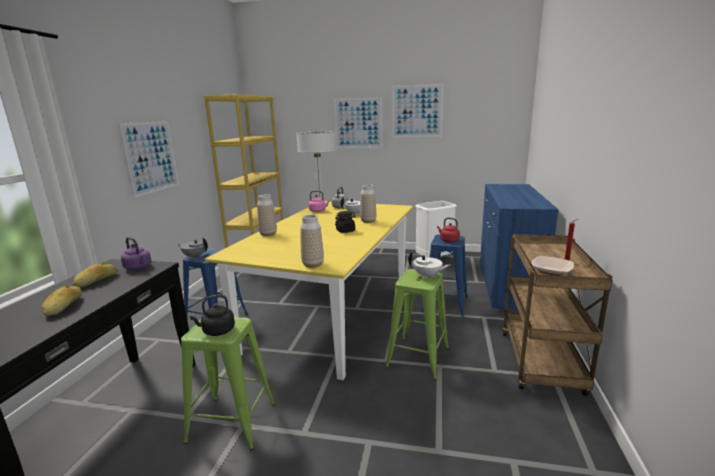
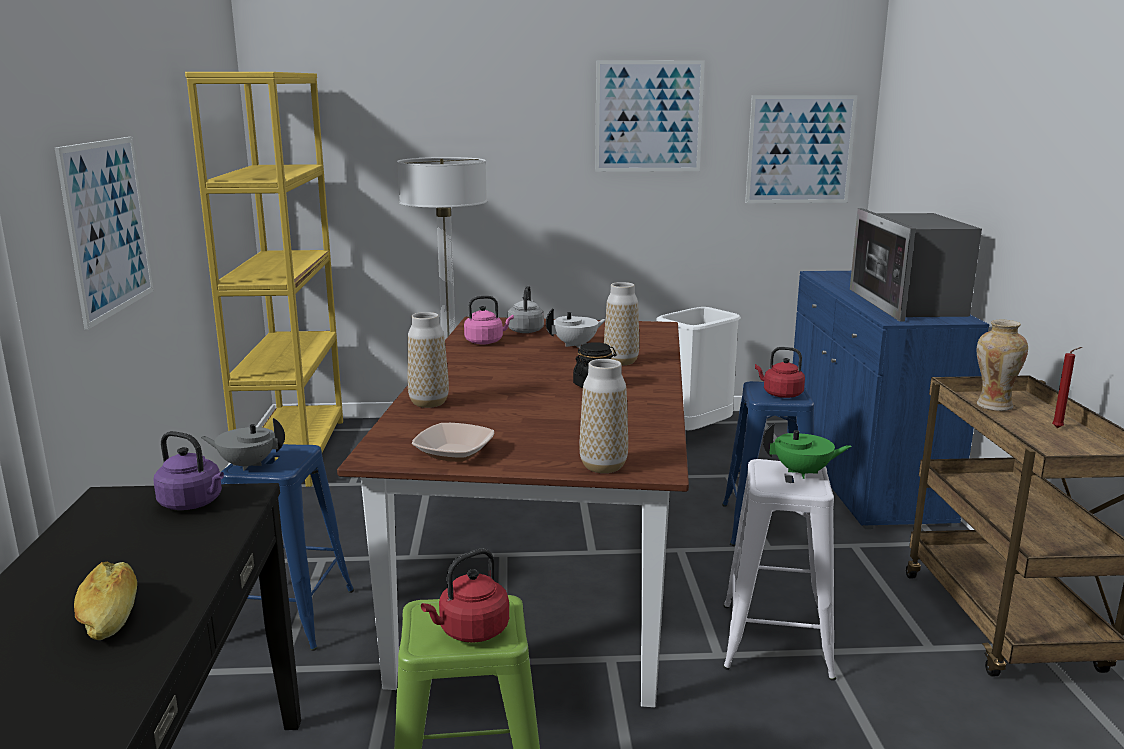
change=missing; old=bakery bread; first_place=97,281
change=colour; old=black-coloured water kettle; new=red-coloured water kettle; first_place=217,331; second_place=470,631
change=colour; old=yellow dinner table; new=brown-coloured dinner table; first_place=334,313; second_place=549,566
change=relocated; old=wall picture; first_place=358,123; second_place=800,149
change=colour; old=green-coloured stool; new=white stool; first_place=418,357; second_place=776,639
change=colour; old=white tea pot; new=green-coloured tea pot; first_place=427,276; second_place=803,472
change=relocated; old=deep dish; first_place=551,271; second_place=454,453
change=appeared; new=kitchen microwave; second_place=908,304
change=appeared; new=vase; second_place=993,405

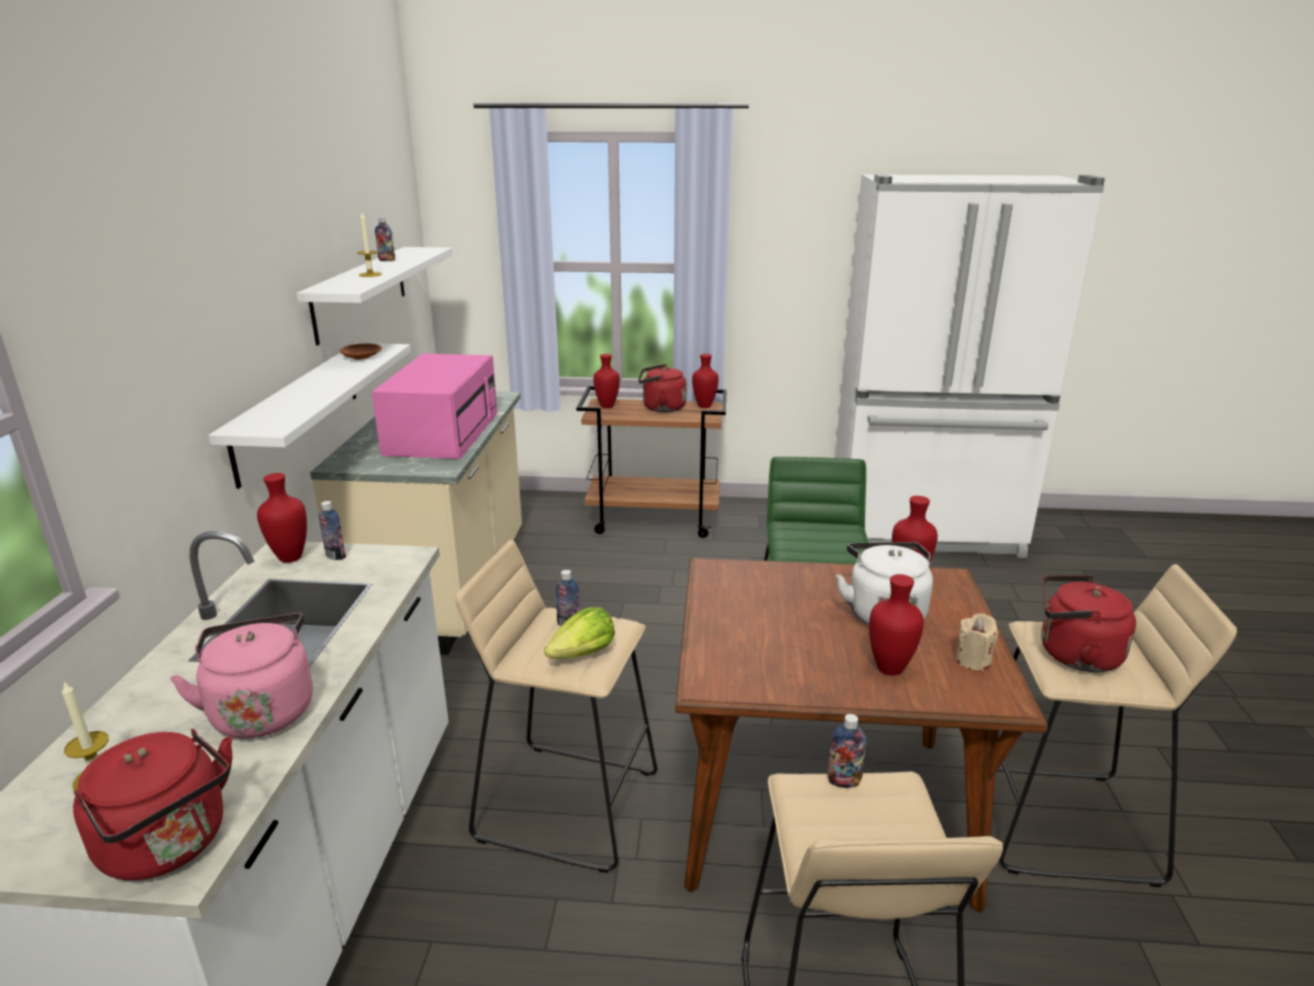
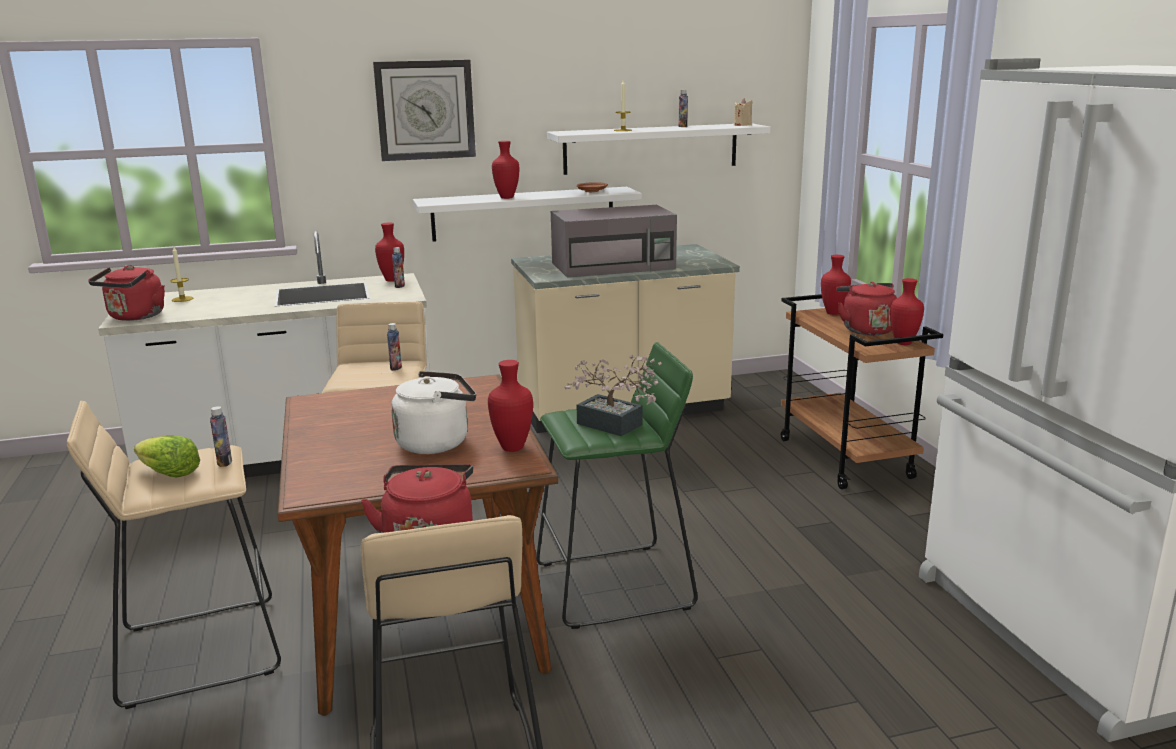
change=missing; old=pink-coloured water kettle; first_place=262,709
change=colour; old=pink-coloured kitchen microwave; new=greyish kitchen microwave; first_place=443,432; second_place=614,266
change=relocated; old=lettuce head; first_place=583,654; second_place=168,473
change=relocated; old=red-coloured vase; first_place=888,668; second_place=507,197
change=relocated; old=beige-coloured candle; first_place=973,660; second_place=742,125
change=appeared; new=hanging clock; second_place=425,110
change=appeared; new=houseplant; second_place=615,426

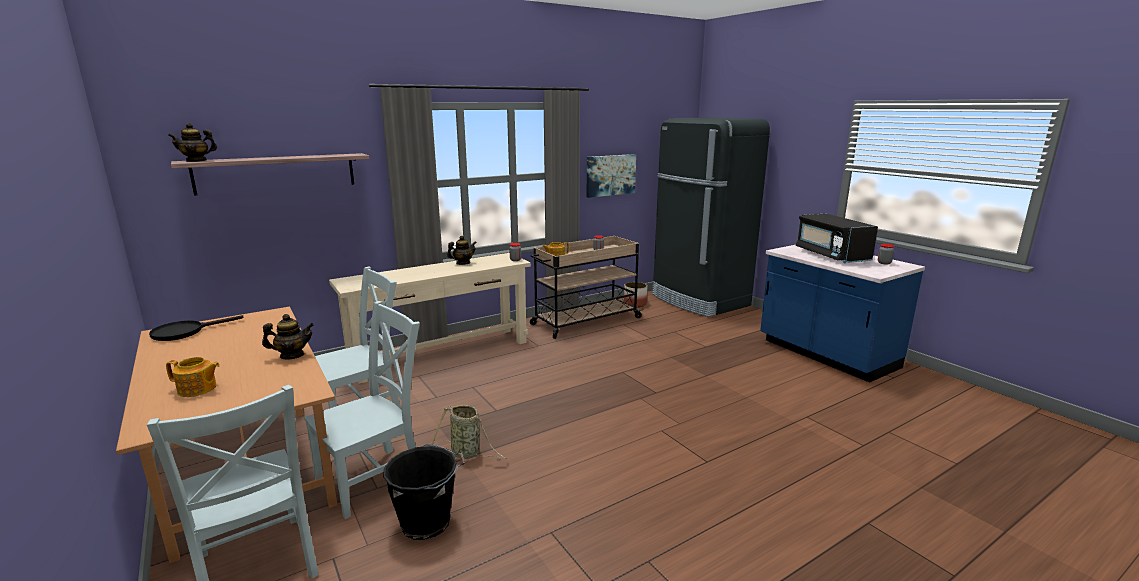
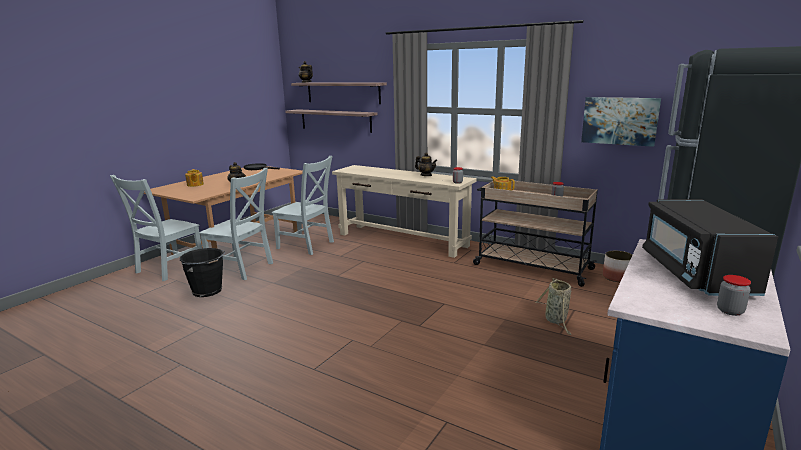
change=relocated; old=basket; first_place=467,453; second_place=556,320
change=spun; old=black-coloured kitchen microwave; first_place=830,255; second_place=694,273; degrees=-45
change=appeared; new=bracket shelf; second_place=335,120

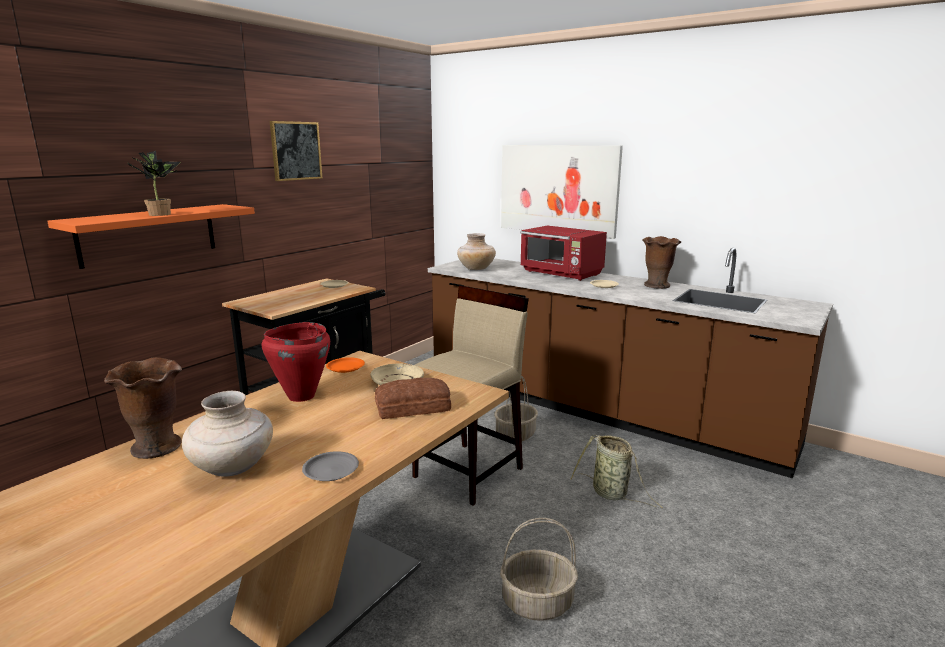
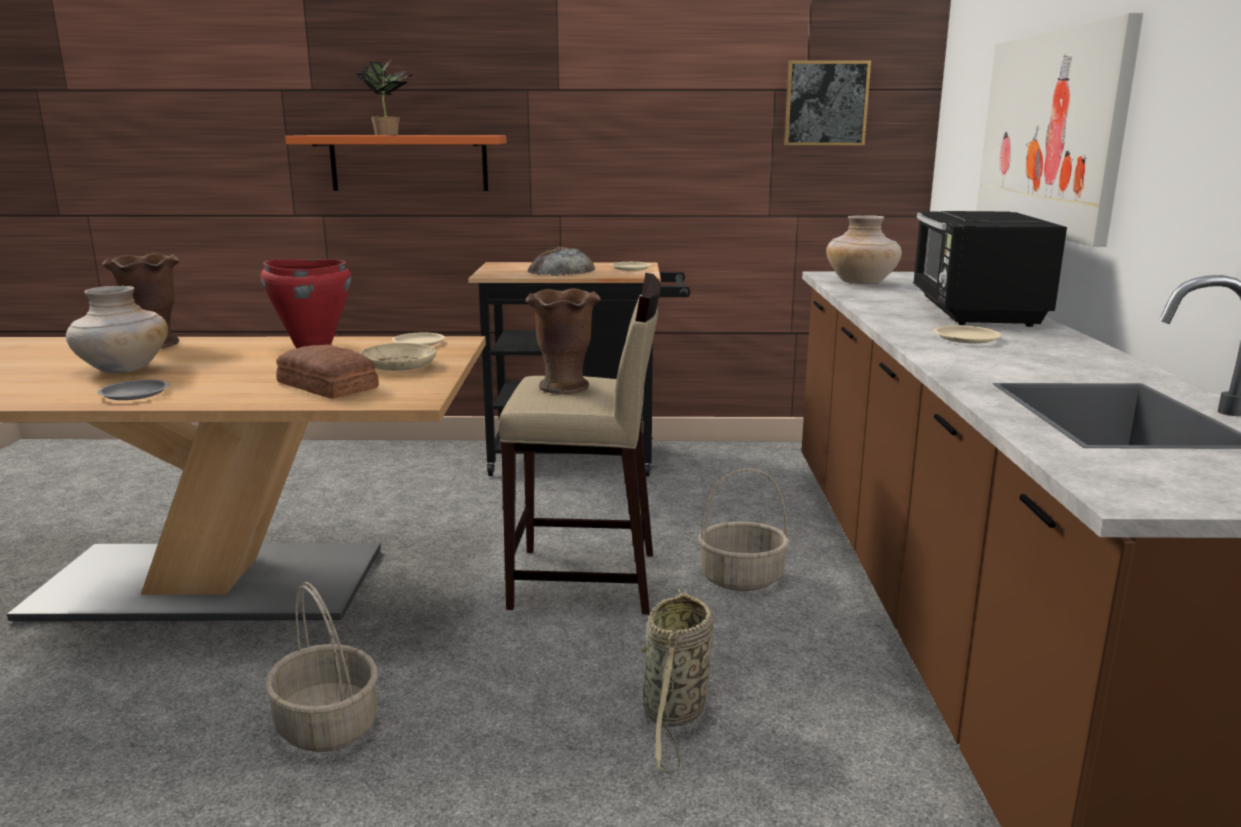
change=relocated; old=wall picture; first_place=295,151; second_place=826,103
change=colour; old=orange-coloured dinner plate; new=beige-coloured dinner plate; first_place=345,367; second_place=418,343
change=colour; old=red-coloured kitchen microwave; new=black-coloured kitchen microwave; first_place=561,273; second_place=974,312
change=relocated; old=brown-coloured vase; first_place=657,285; second_place=564,387
change=appeared; new=bakery bread; second_place=561,270

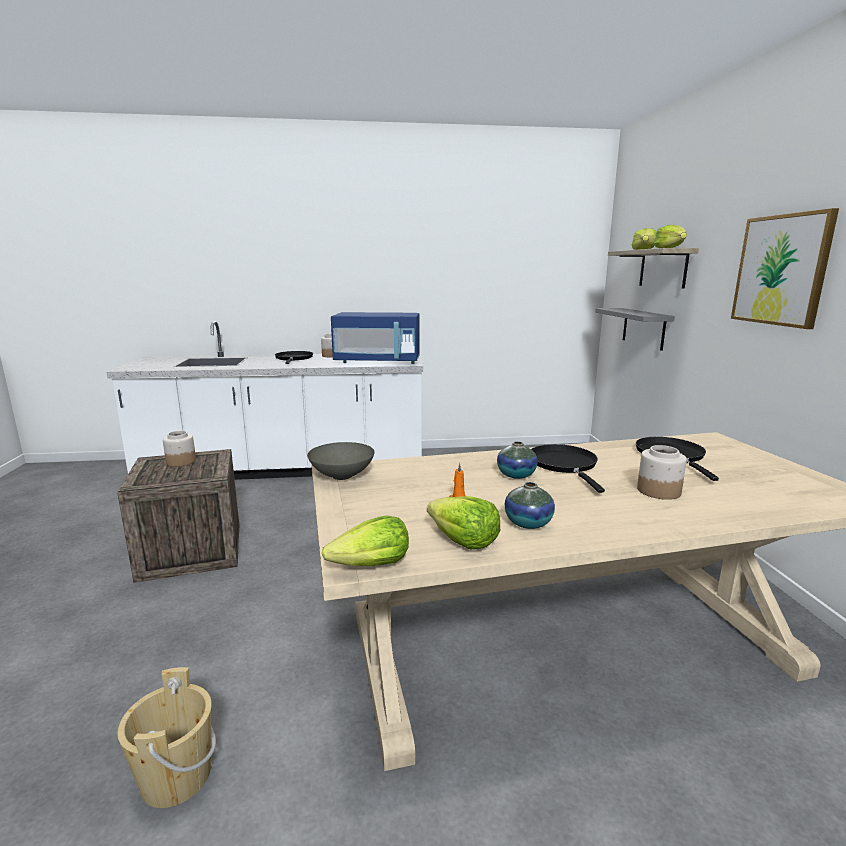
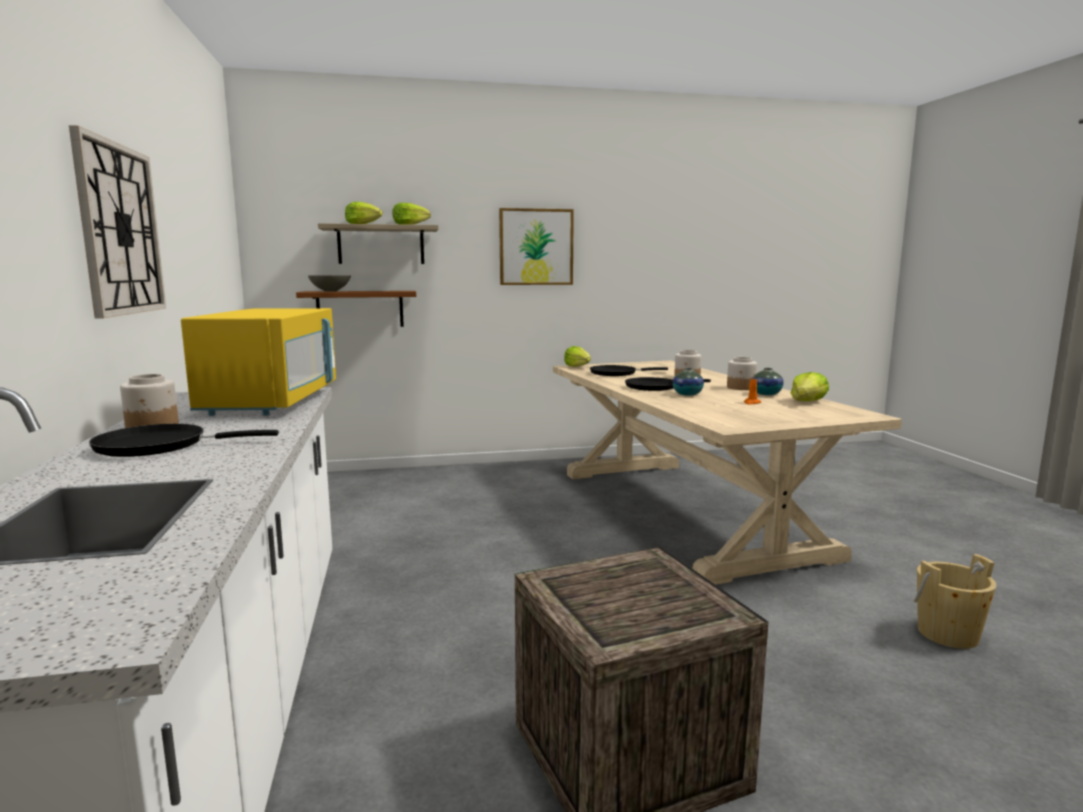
change=relocated; old=jar; first_place=180,461; second_place=741,388
change=relocated; old=greyish deep dish; first_place=341,475; second_place=330,291
change=relocated; old=lettuce head; first_place=371,565; second_place=578,367
change=colour; old=bluish kitchen microwave; new=yellow kitchen microwave; first_place=378,361; second_place=273,402
change=colour; old=greyish bracket shelf; new=brown-coloured bracket shelf; first_place=643,328; second_place=360,309
change=appeared; new=hanging clock; second_place=120,230

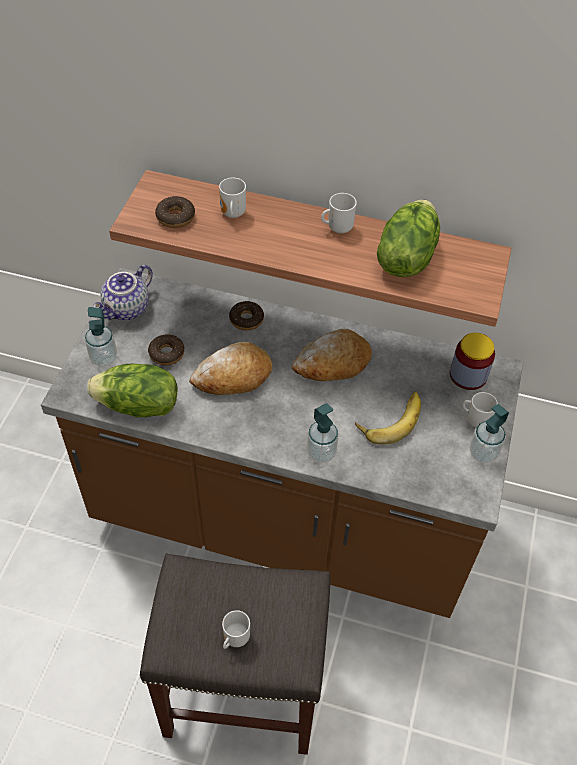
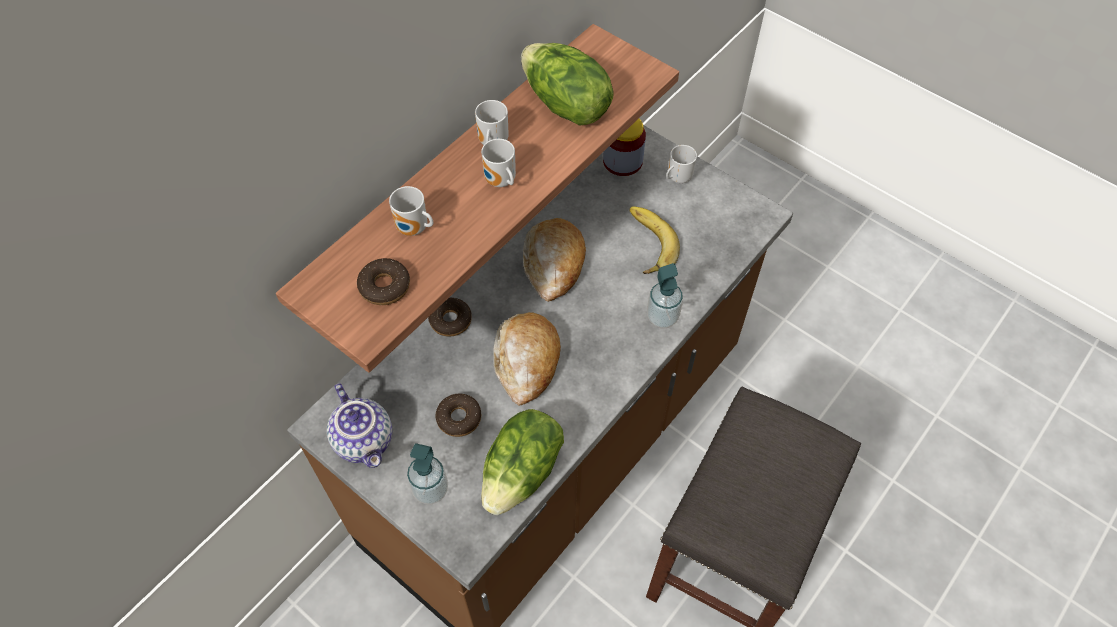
change=relocated; old=mug; first_place=234,638; second_place=500,182
change=missing; old=soap dispenser; first_place=483,453

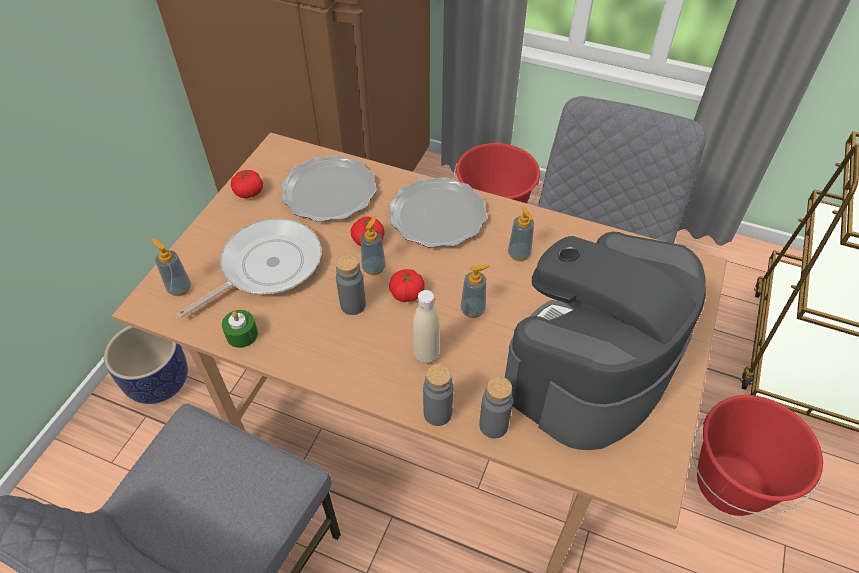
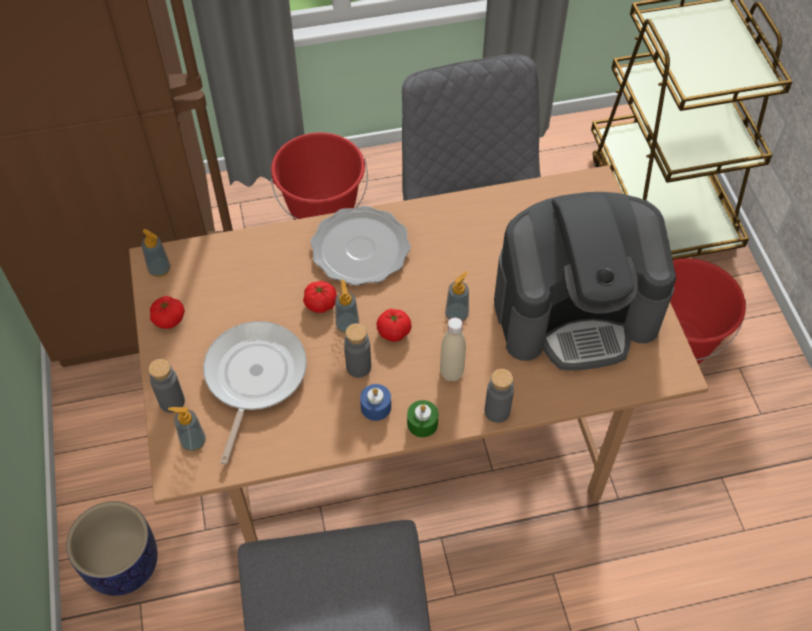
change=relocated; old=green-coloured candle; first_place=242,334; second_place=422,423
change=missing; old=dinner plate; first_place=329,191
change=relocated; old=greyish bottle; first_place=493,425; second_place=172,401
change=spun; old=coffee machine; first_place=589,368; second_place=576,311; degrees=-105
change=relocated; old=soap dispenser; first_place=519,254; second_place=160,269
change=appeared; new=bluish candle; second_place=376,407

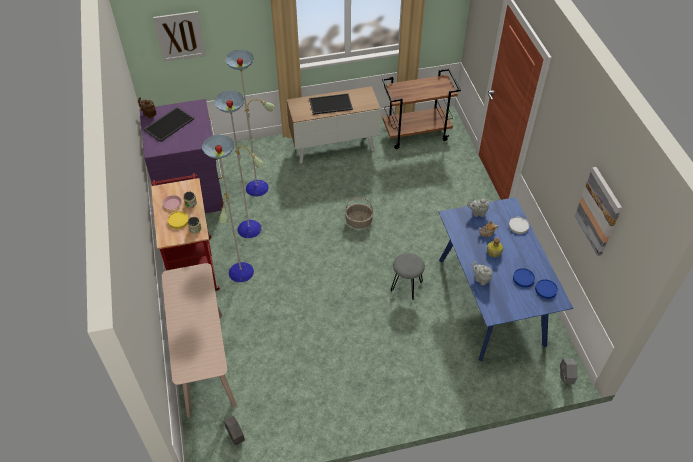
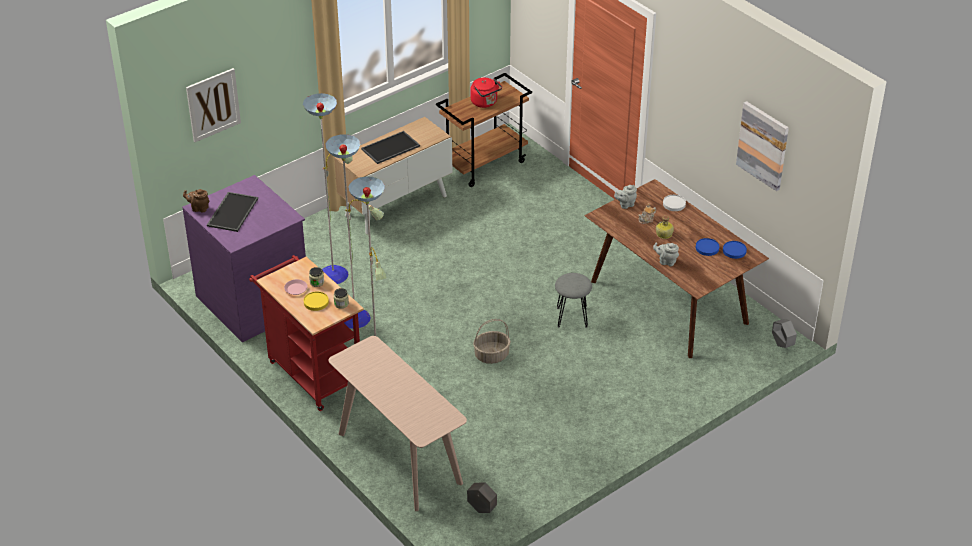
change=relocated; old=basket; first_place=359,221; second_place=492,355
change=colour; old=bluish dinner table; new=brown-coloured dinner table; first_place=491,301; second_place=670,302
change=appeared; new=red-coloured water kettle; second_place=485,103

